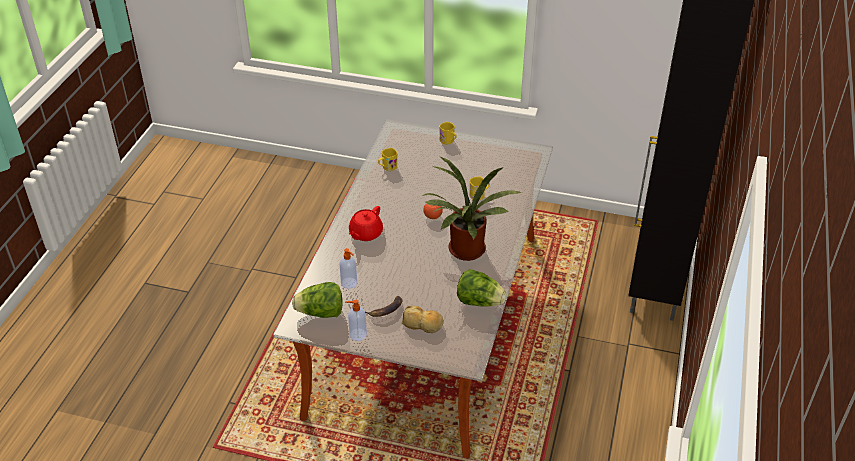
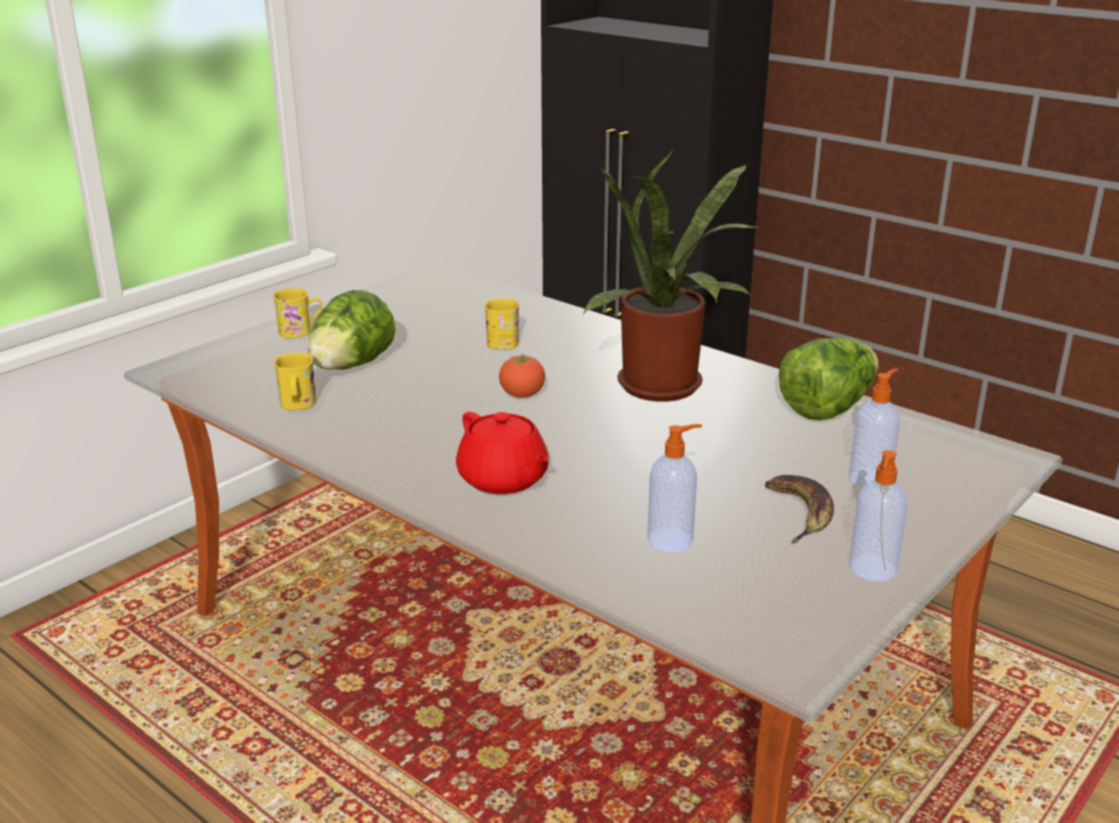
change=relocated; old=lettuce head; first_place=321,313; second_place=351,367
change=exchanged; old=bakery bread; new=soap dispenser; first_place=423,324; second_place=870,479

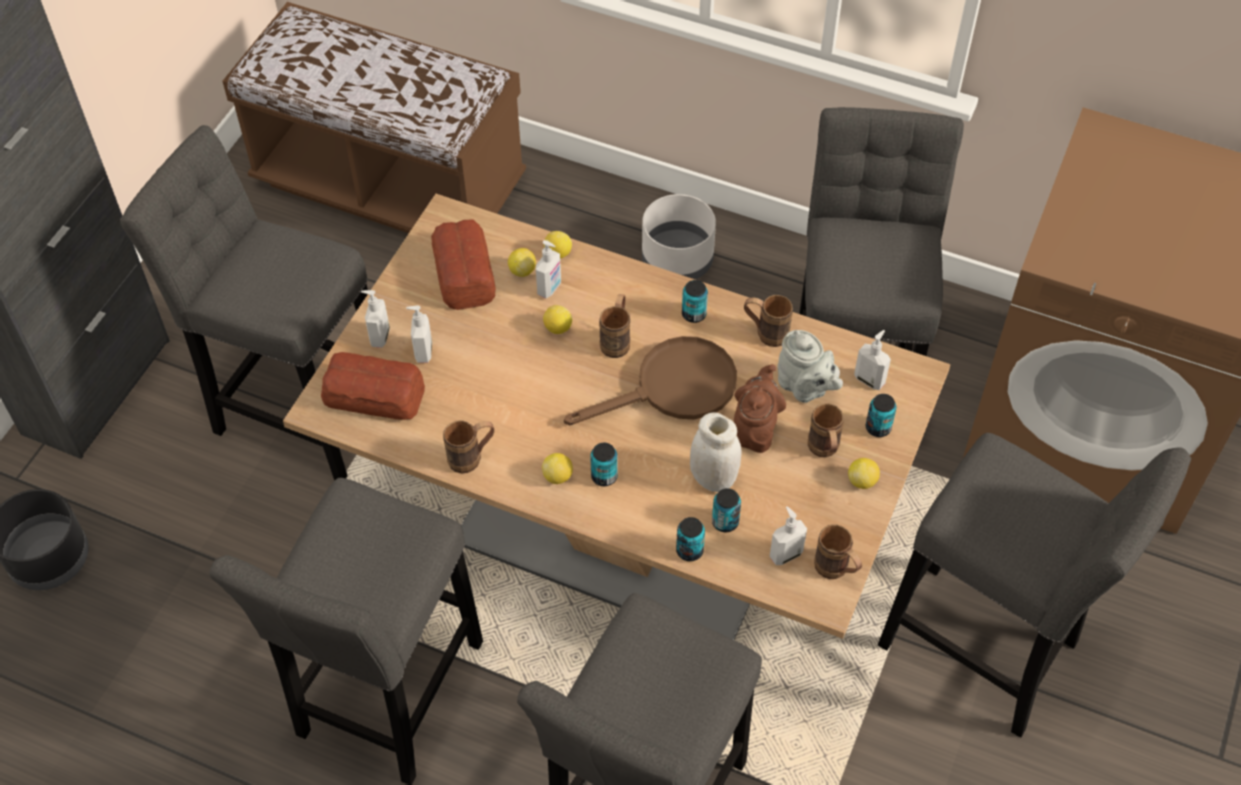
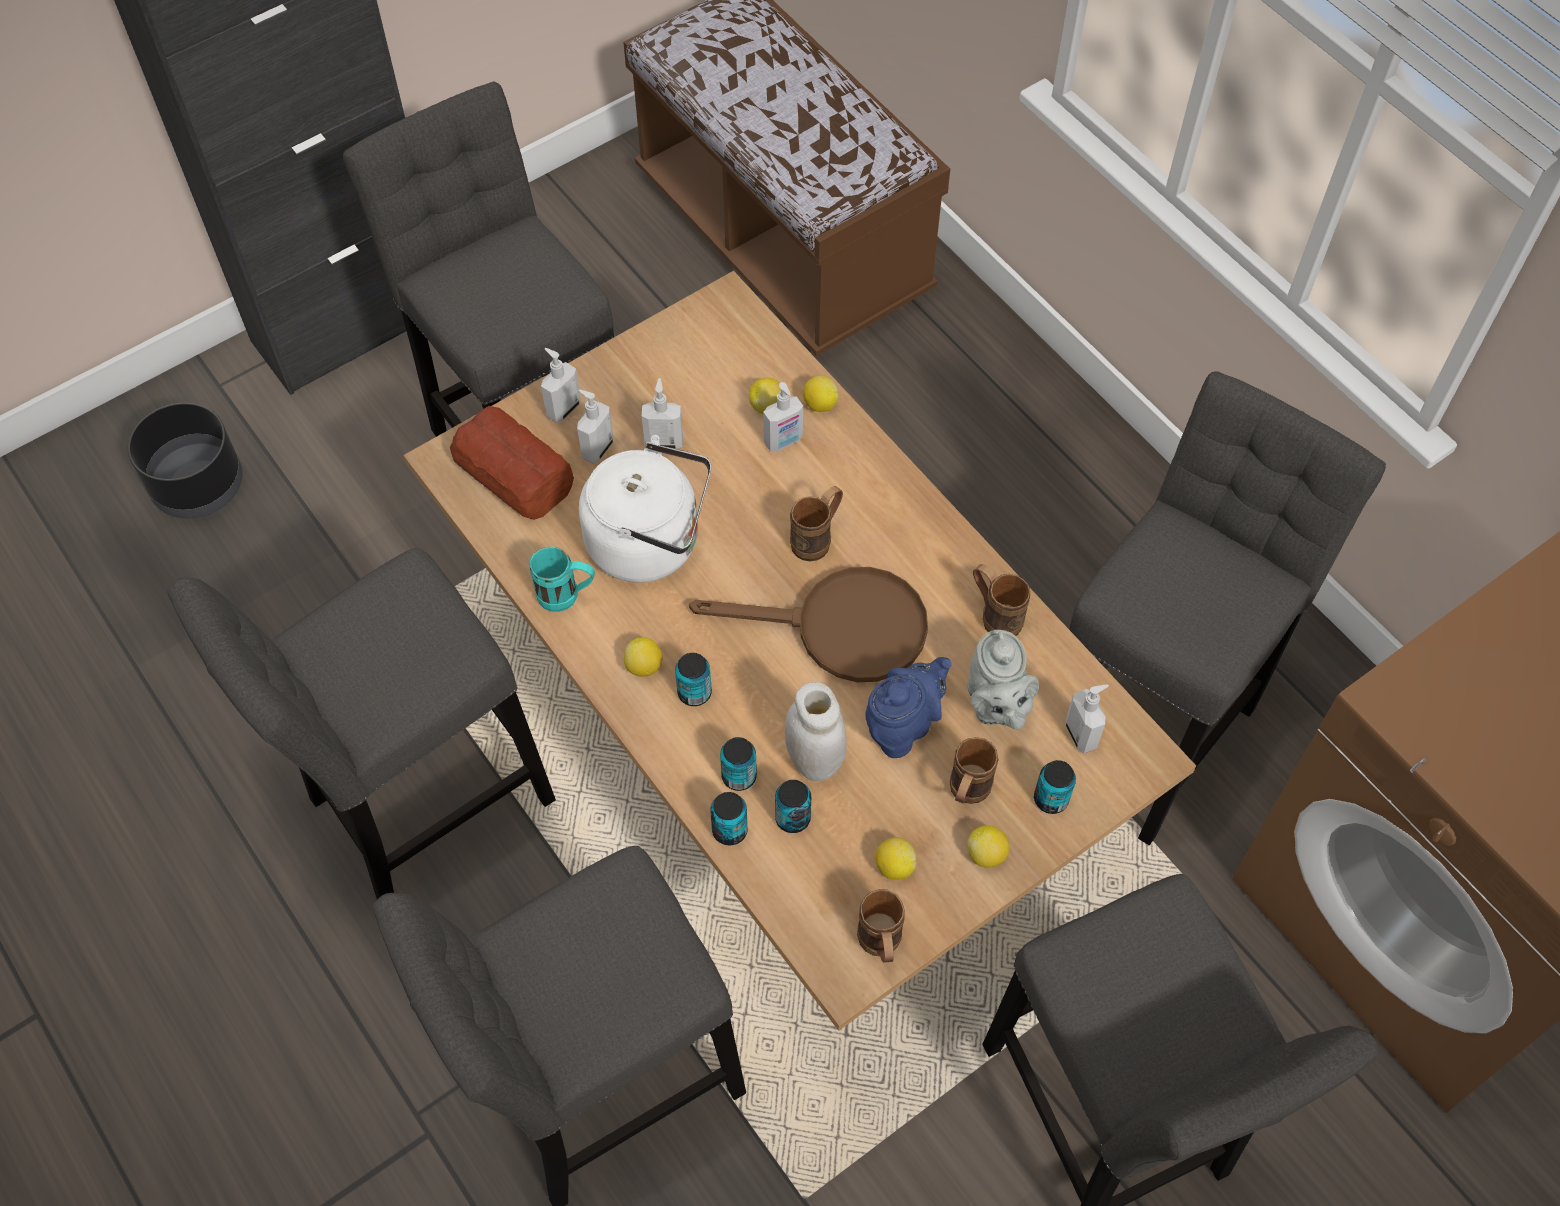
change=missing; old=bakery bread; first_place=463,274
change=colour; old=brown-coloured mug; new=blue-green mug; first_place=472,458; second_place=567,597
change=relocated; old=whole lemon; first_place=557,328; second_place=894,866
change=missing; old=greyish flower pot; first_place=677,259
change=relocated; old=sealed can; first_place=694,314; second_place=739,776
change=colour; old=brown-coloured tea pot; new=bluish tea pot; first_place=755,429; second_place=903,726
change=relocated; old=soap dispenser; first_place=785,554; second_place=664,441
change=appeared; new=white water kettle; second_place=651,543

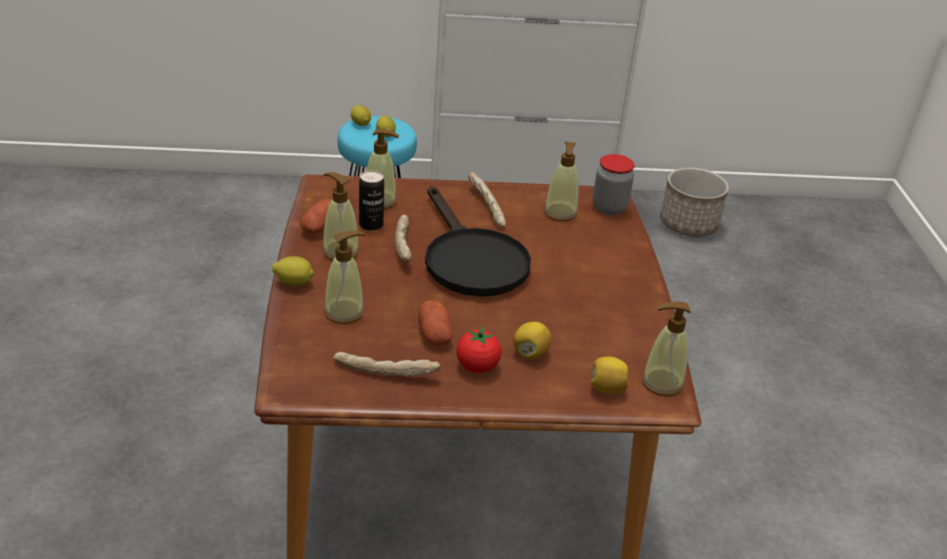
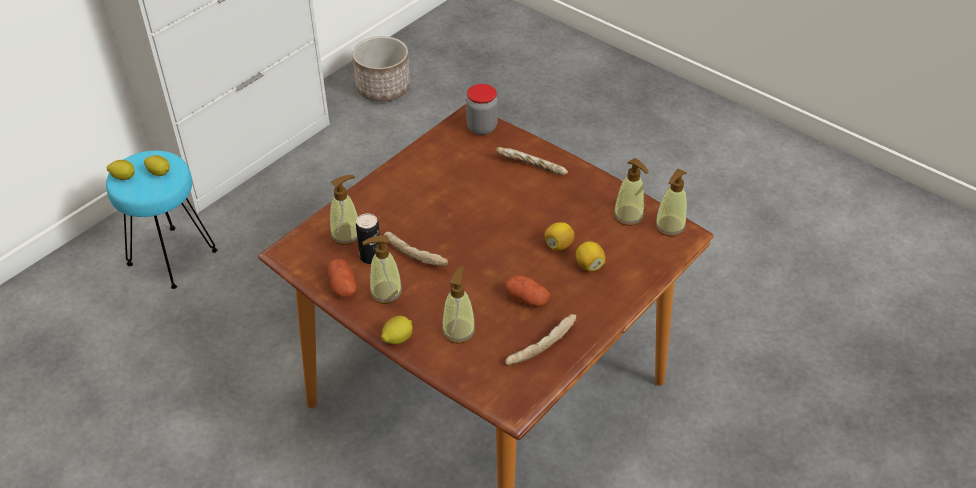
change=missing; old=black-coloured skillet; first_place=470,259
change=missing; old=tomato; first_place=477,366
change=relocated; old=bakery bread; first_place=485,207; second_place=531,167
change=relocated; old=soap dispenser; first_place=560,213; second_place=628,216
change=relocated; old=whole lemon; first_place=606,388; second_place=558,245

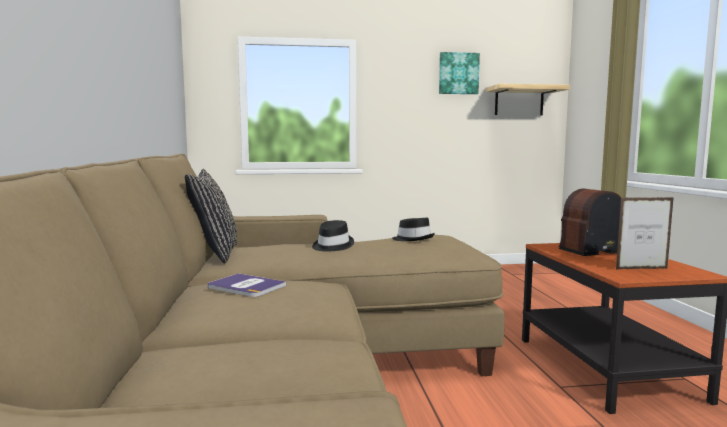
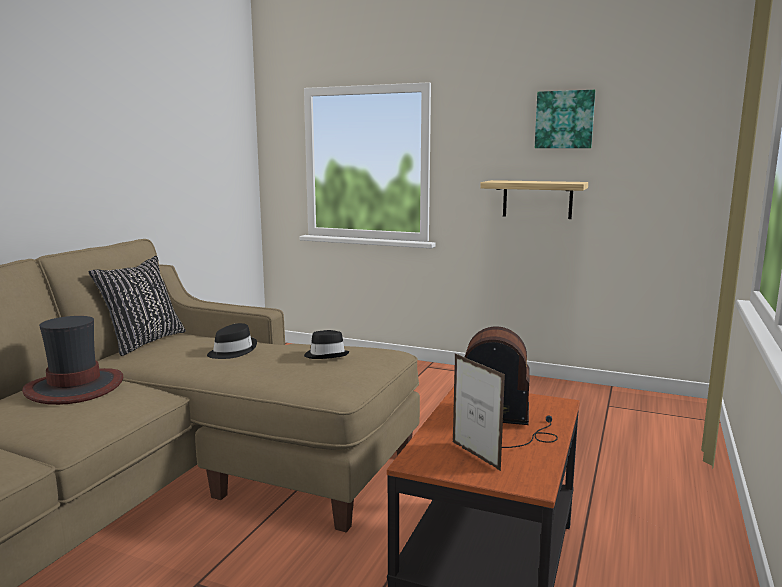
change=exchanged; old=volume; new=hat; first_place=245,286; second_place=75,387
change=relocated; old=bracket shelf; first_place=519,101; second_place=537,199
change=spun; old=photo frame; first_place=641,269; second_place=475,456; degrees=-150

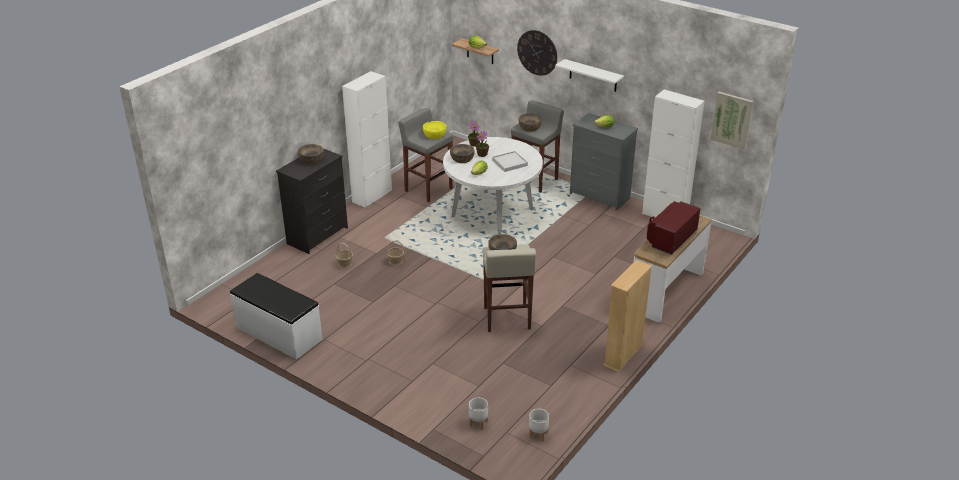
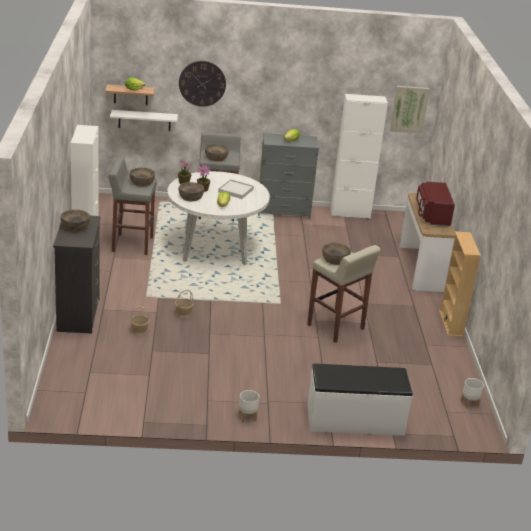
change=relocated; old=white long seat; first_place=278,333; second_place=355,420
change=colour; old=yellow deep dish; new=brown-coloured deep dish; first_place=434,135; second_place=142,182
change=relocated; old=white flower pot; first_place=478,423; second_place=247,417
change=relocated; old=white bracket shelf; first_place=593,75; second_place=144,120

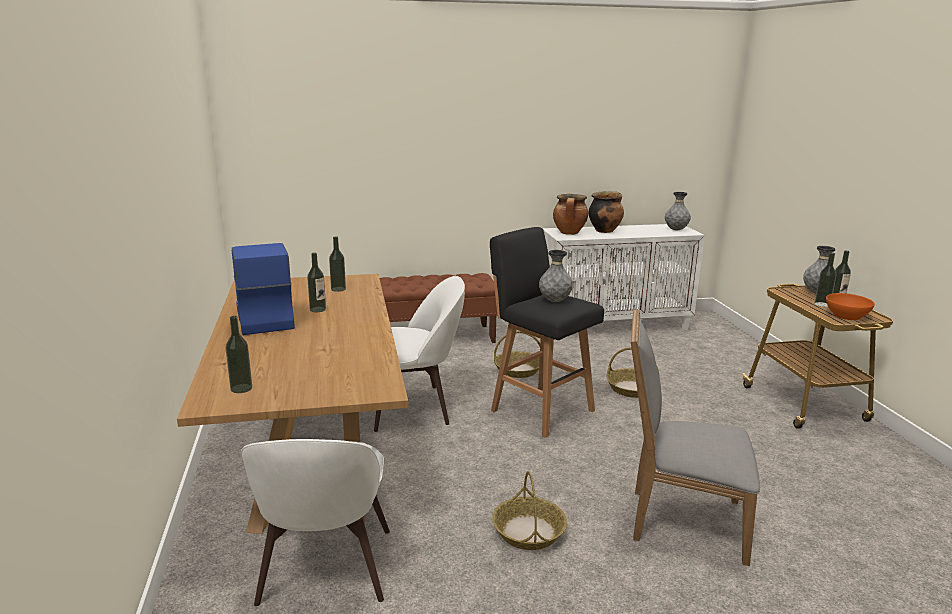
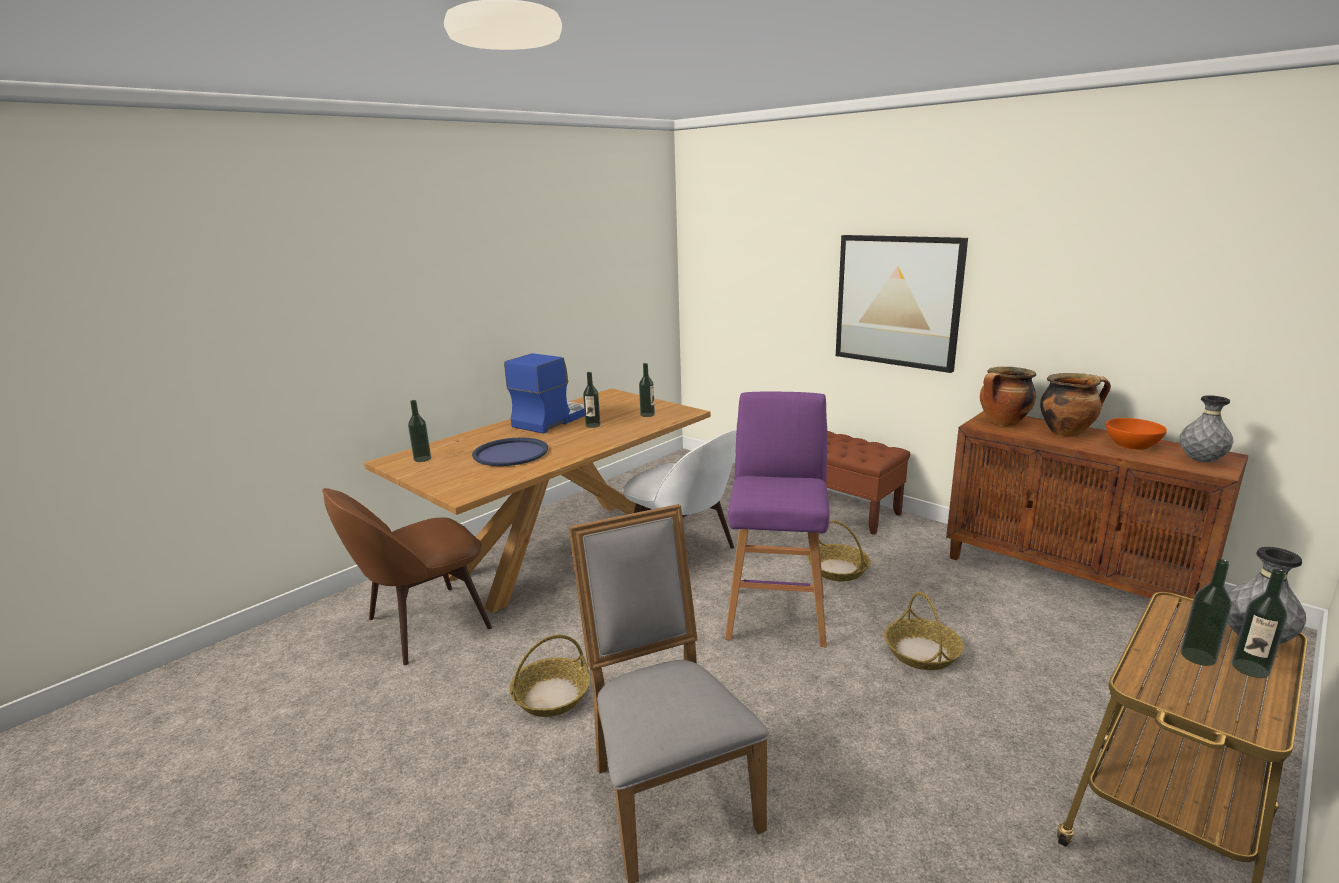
change=colour; old=white upright chair; new=brown-coloured upright chair; first_place=325,570; second_place=423,625
change=colour; old=black-coloured stool; new=purple stool; first_place=540,409; second_place=776,614
change=missing; old=greyish vase; first_place=555,301
change=colour; old=white cabinet; new=brown-coloured cabinet; first_place=614,326; second_place=1070,579
change=relocated; old=orange-coloured deep dish; first_place=847,316; second_place=1132,445
change=appeared; new=bluish carrying tray; second_place=510,453
change=appeared; new=wall picture; second_place=897,301

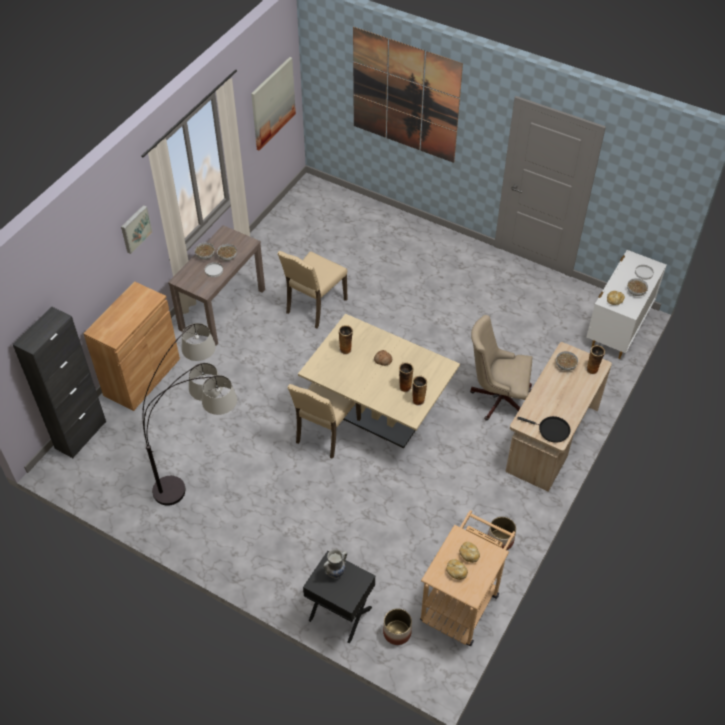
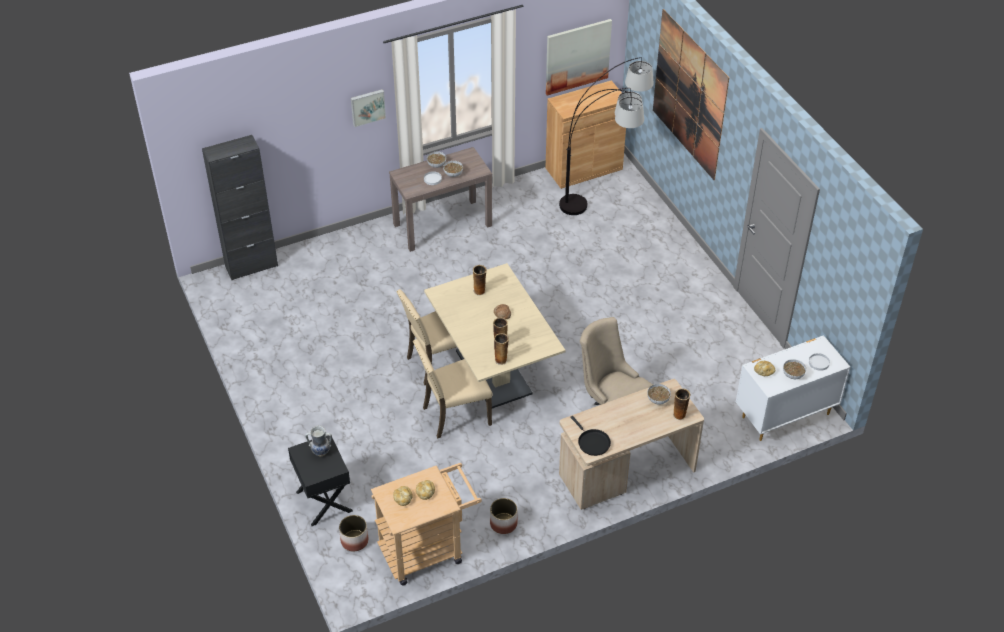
change=relocated; old=brown-coloured cabinet; first_place=142,377; second_place=584,168
change=relocated; old=standard lamp; first_place=207,478; second_place=607,211
change=relocated; old=beige-coloured upright chair; first_place=314,306; second_place=454,415

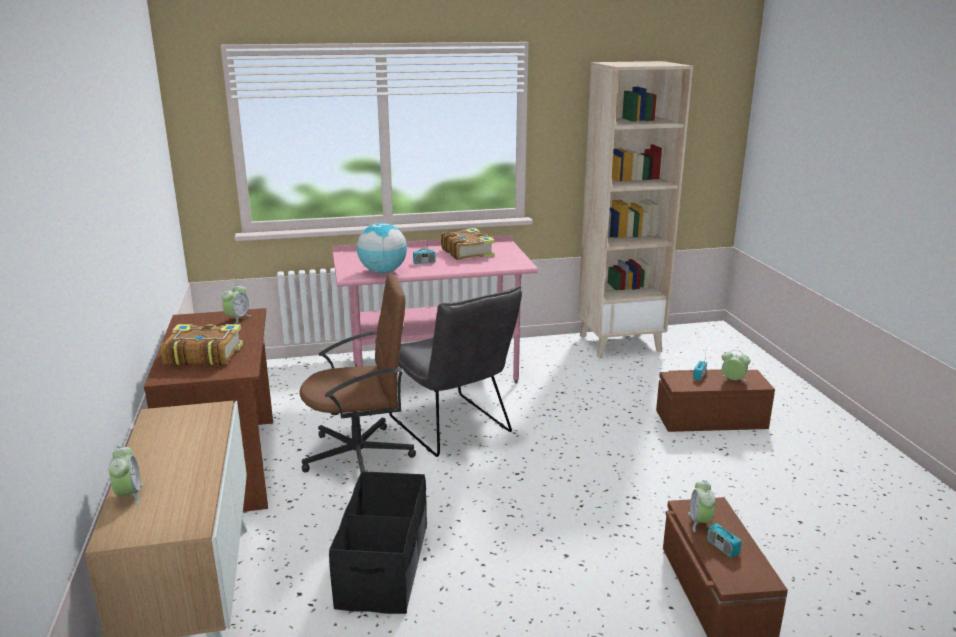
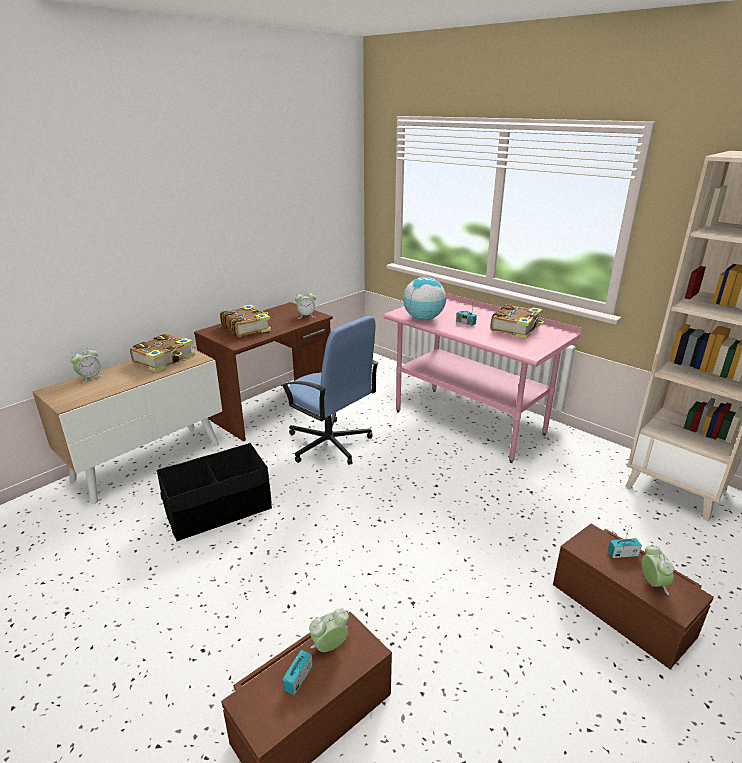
change=colour; old=brown-coloured computer chair; new=bluish computer chair; first_place=360,455; second_place=329,444
change=missing; old=greyish upright chair; first_place=454,428
change=appeared; new=volume; second_place=165,360

